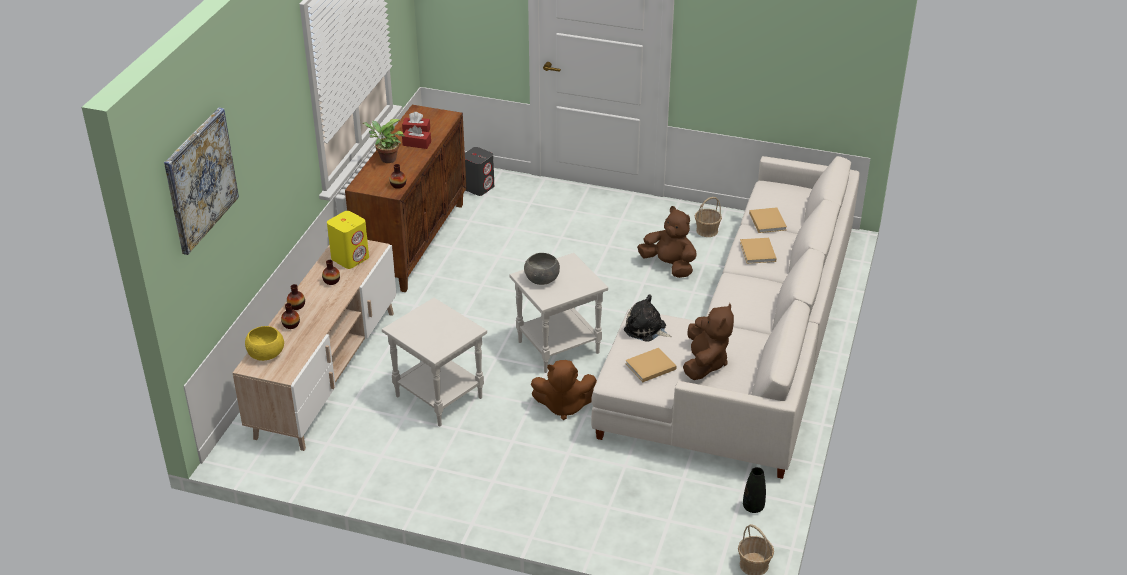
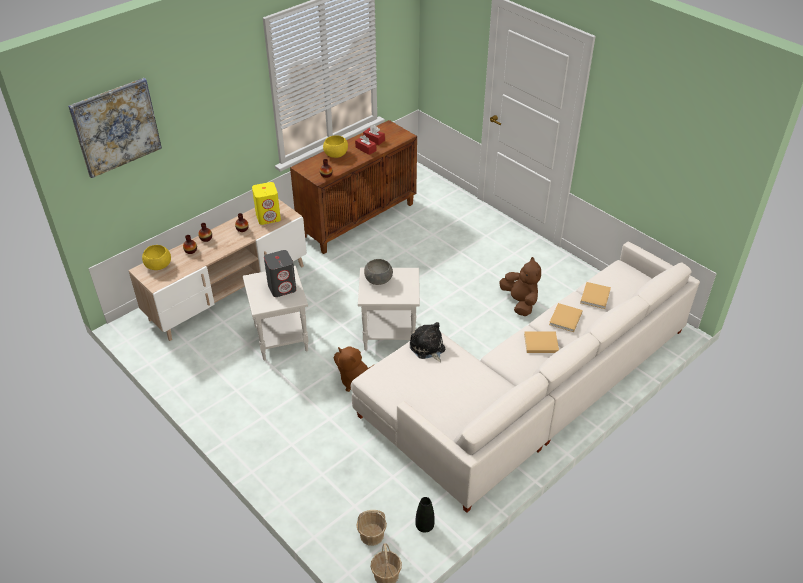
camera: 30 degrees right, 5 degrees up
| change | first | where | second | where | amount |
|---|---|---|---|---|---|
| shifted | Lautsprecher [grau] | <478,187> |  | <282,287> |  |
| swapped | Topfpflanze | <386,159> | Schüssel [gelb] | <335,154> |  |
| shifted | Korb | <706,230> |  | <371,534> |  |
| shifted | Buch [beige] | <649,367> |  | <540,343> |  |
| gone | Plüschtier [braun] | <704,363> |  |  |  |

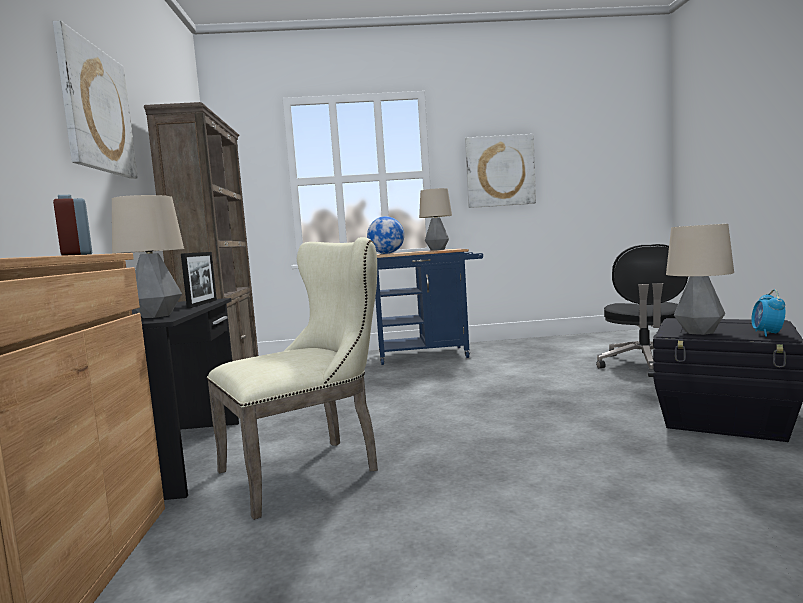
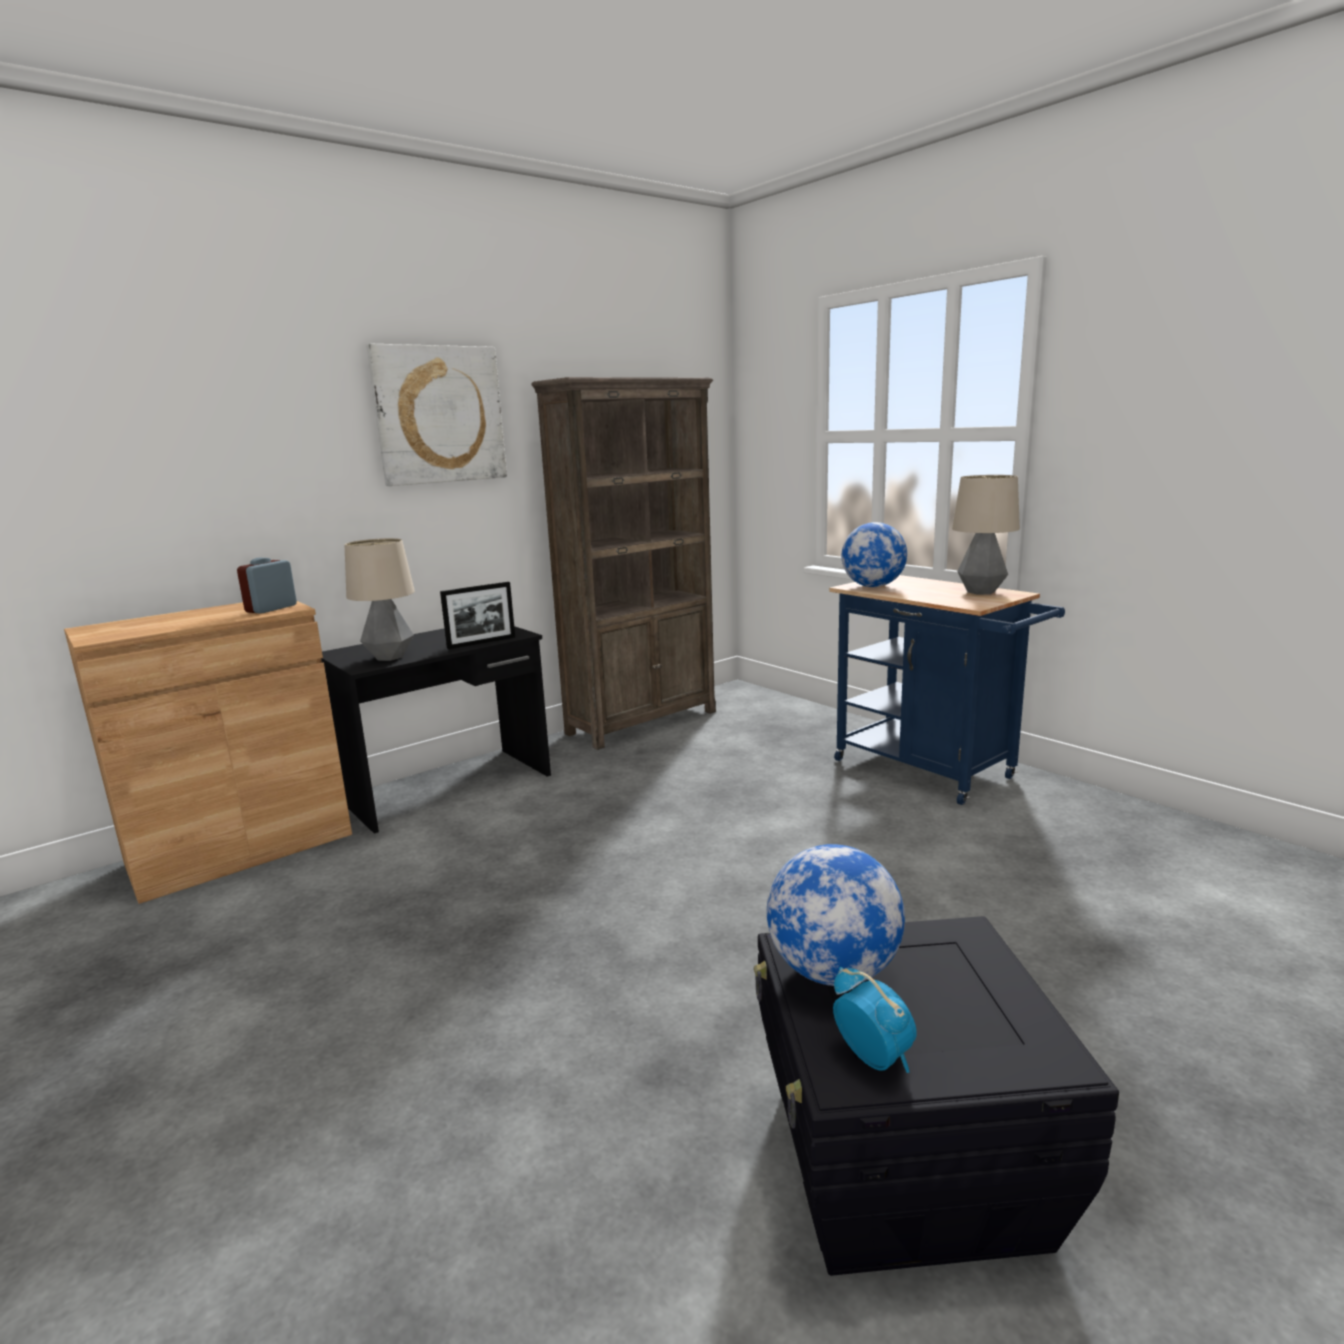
camera: 55 degrees right, 10 degrees up
| change | first | where | second | where | amount |
|---|---|---|---|---|---|
| swapped | Tischlampe | <698,332> | Globus | <833,971> |  |
| rotated | Wecker | <767,334> |  | <873,1057> | 75 degrees clockwise |
| gone | Stuhl [beige] | <309,469> |  |  |  |
| gone | Bild | <500,171> |  |  |  |
| gone | Bürostuhl [schwarz] | <645,365> |  |  |  |

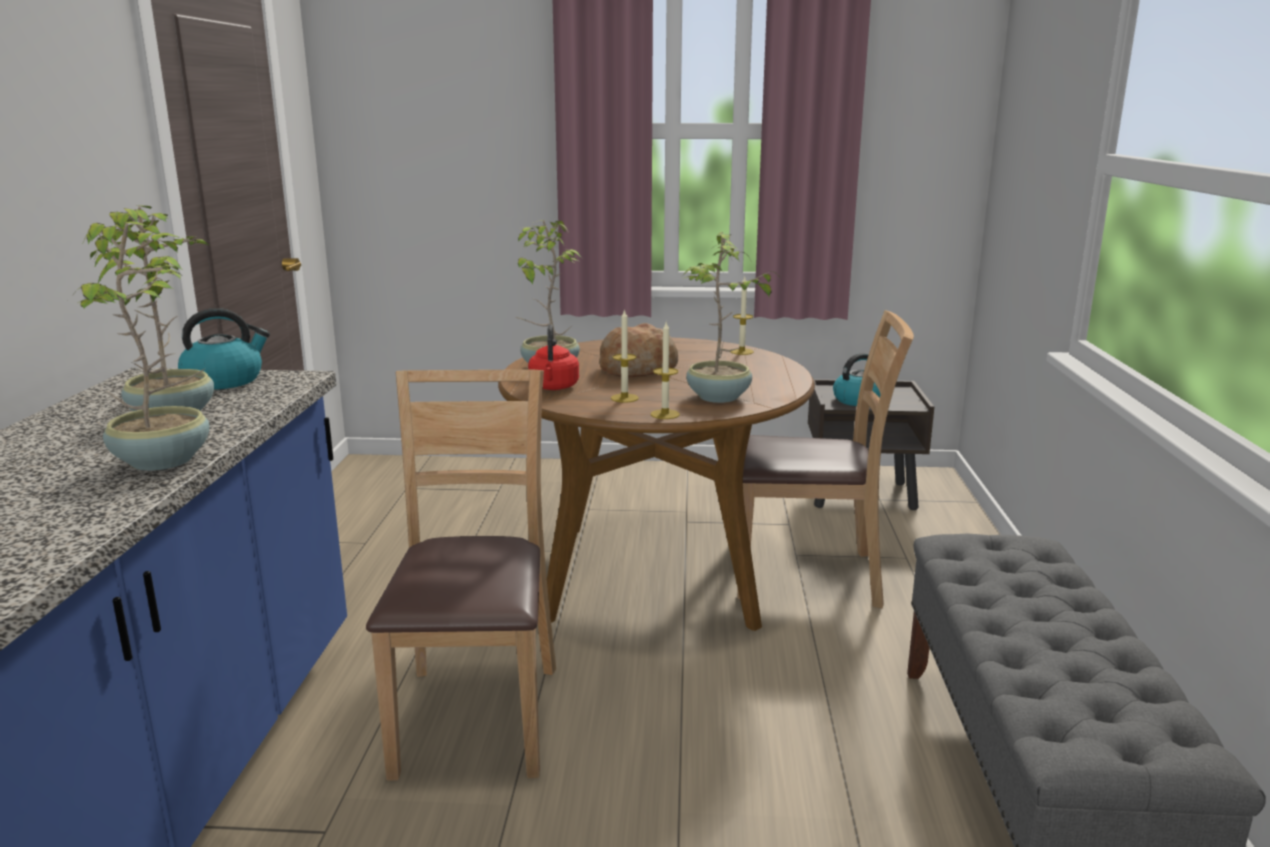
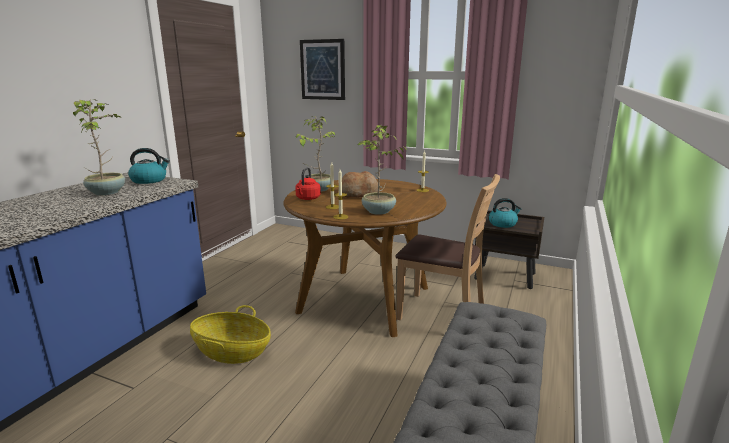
camera: 20 degrees right, 0 degrees up
| change | first | where | second | where | amount |
|---|---|---|---|---|---|
| swapped | Stuhl [braun] | <476,717> | Korb | <232,351> |  |
| new |  |  | Bild | <323,70> |  |
| gone | Topfpflanze | <165,460> |  |  |  |

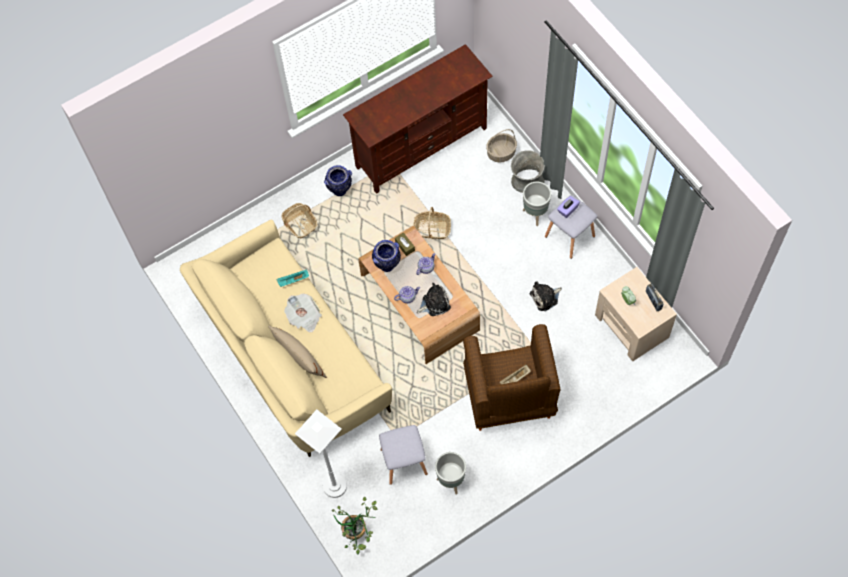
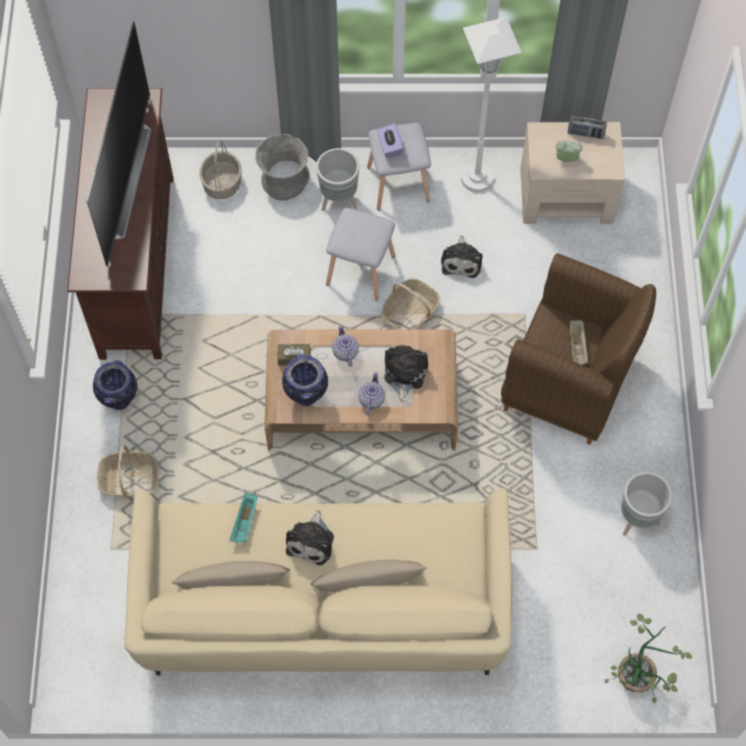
camera: 60 degrees left, 0 degrees up
| change | first | where | second | where | amount |
|---|---|---|---|---|---|
| new |  |  | Fernseher | <121,180> |  |
| new |  |  | Kissen [beige] | <233,584> |  |
| swapped | Zeitung | <304,317> | Plüschtier | <311,541> |  |
| shifted | Hocker [grau] | <404,461> |  | <360,269> |  |
| shifted | Korb | <432,229> |  | <410,312> |  |
| shifted | Stehlampe [weiß] | <334,486> |  | <476,178> |  |

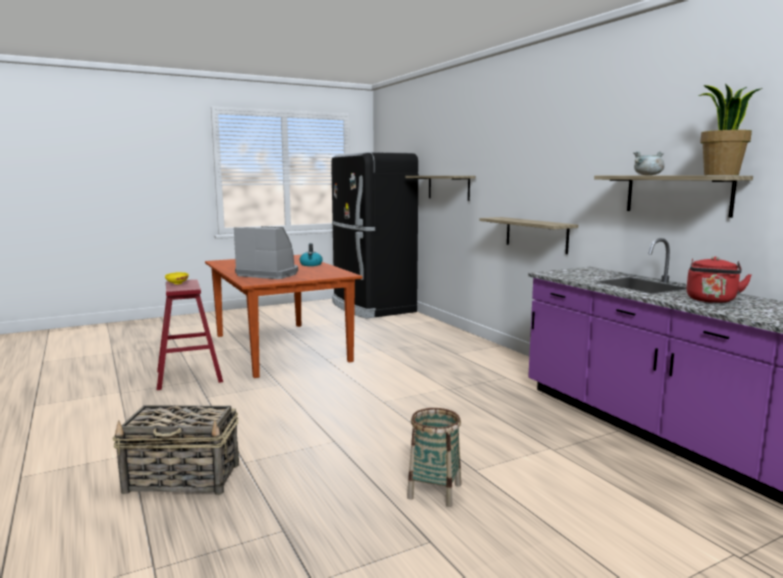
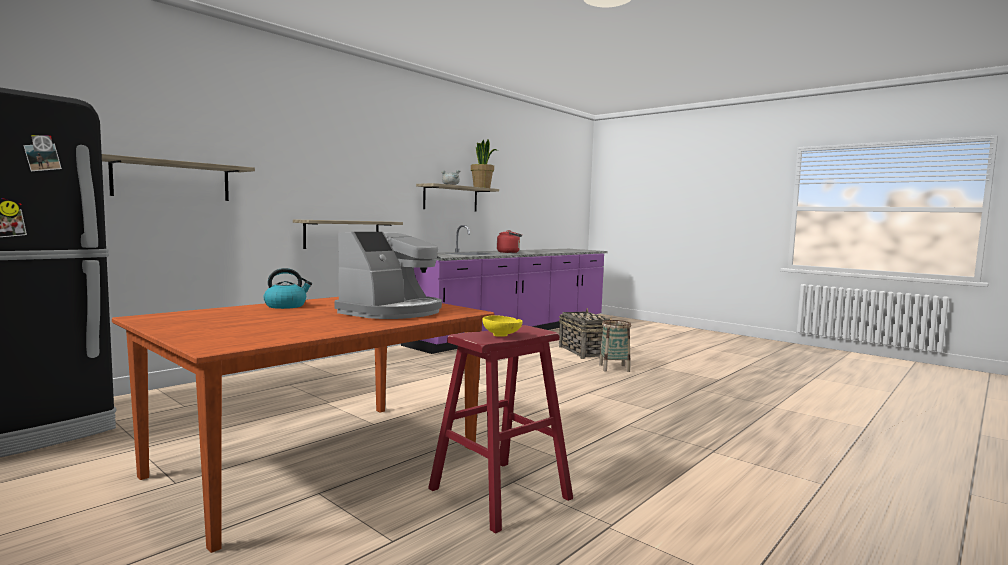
camera: 110 degrees left, 5 degrees down
| change | first | where | second | where | amount |
|---|---|---|---|---|---|
| rotated | Kaffeemaschine | <269,274> |  | <392,311> | 150 degrees counterclockwise |
| shifted | Korb | <183,478> |  | <584,351> |  |

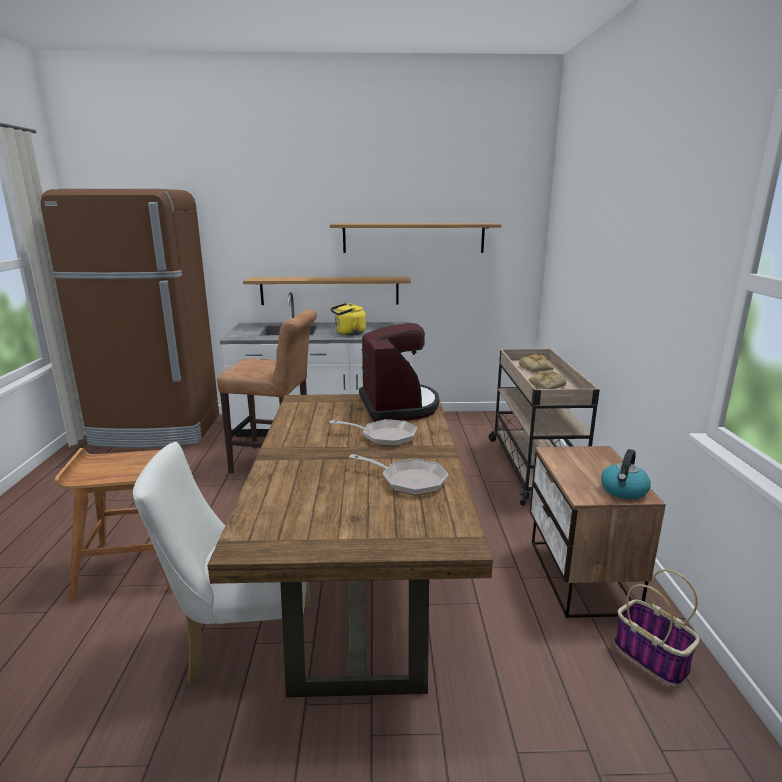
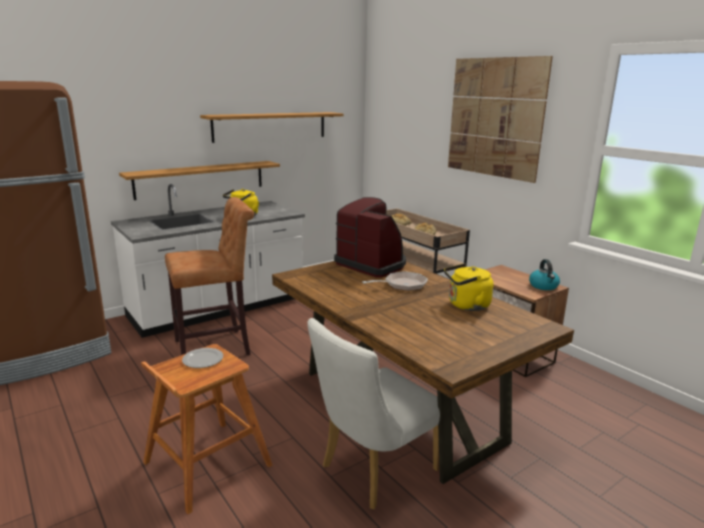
camera: 35 degrees left, 0 degrees up
| change | first | where | second | where | amount |
|---|---|---|---|---|---|
| new |  |  | Teller | <202,360> |  |
| swapped | Pfanne | <409,480> | Wasserkessel [gelb] | <466,305> |  |
| new |  |  | Bild | <495,118> |  |
| gone | Korb | <652,658> |  |  |  |

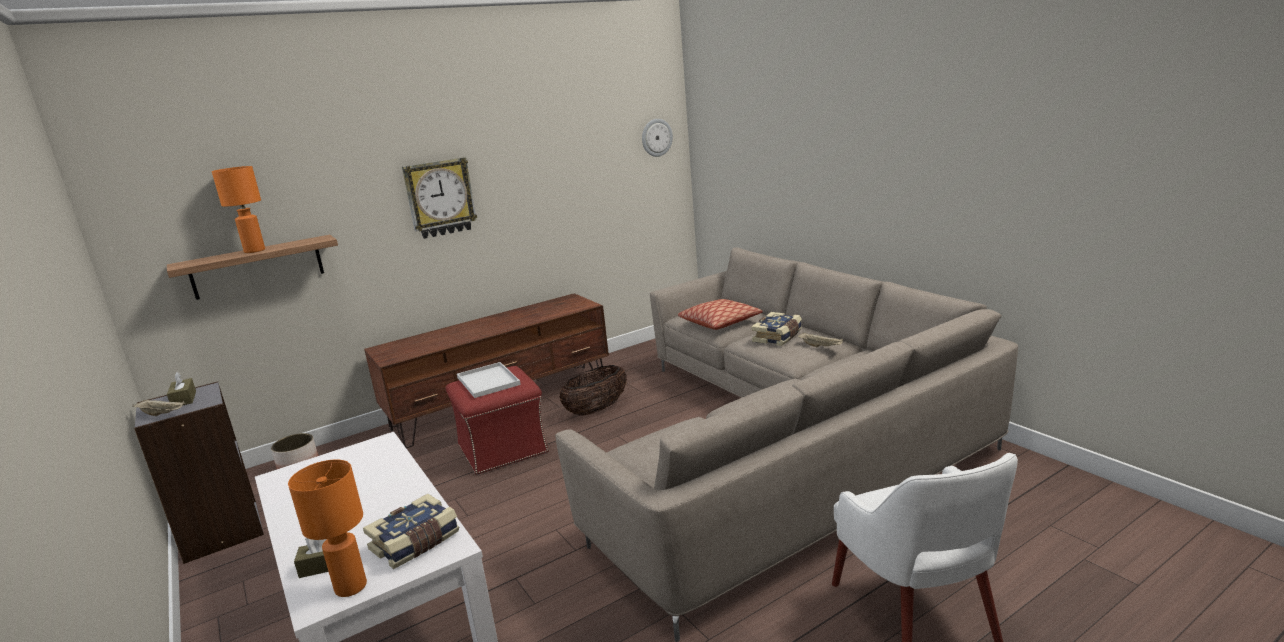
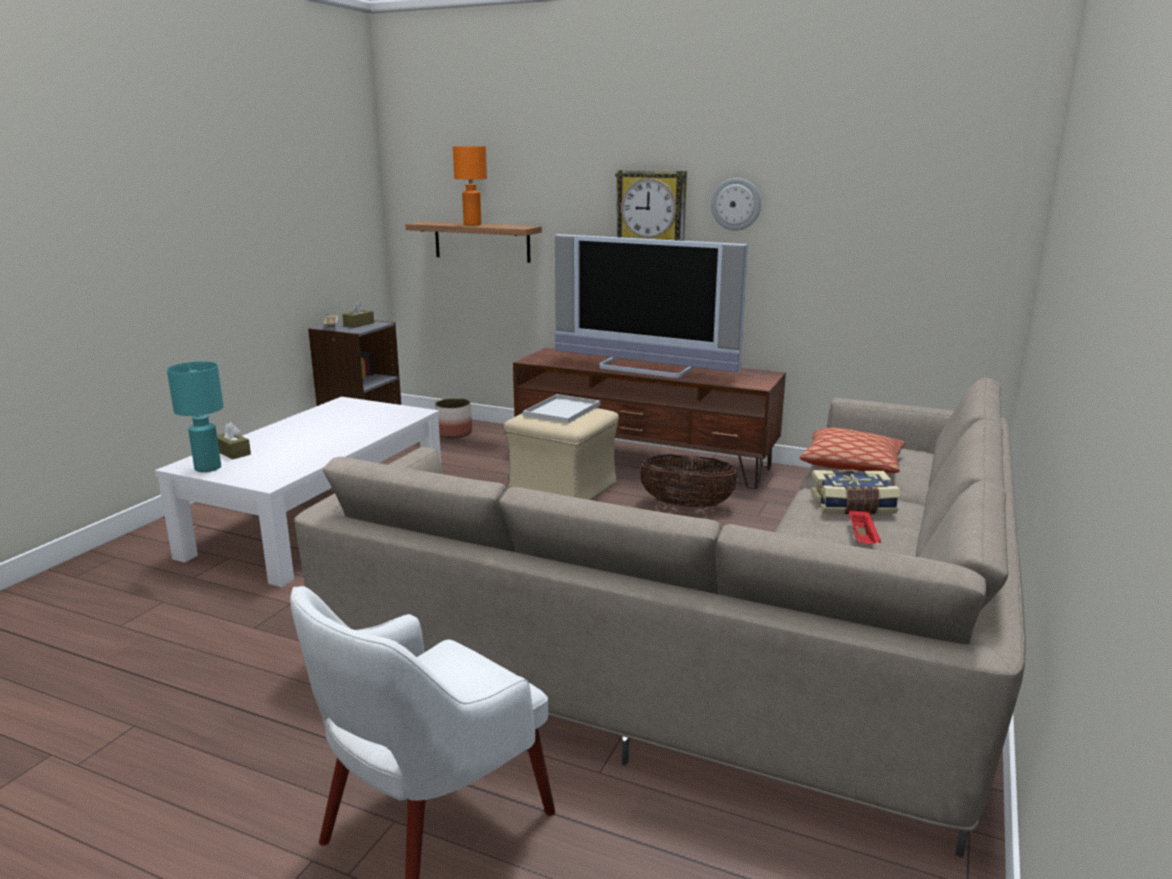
camera: 55 degrees right, 0 degrees up
| change | first | where | second | where | amount |
|---|---|---|---|---|---|
| repainted | Tischlampe [orange] | <350,587> | Tischlampe [türkis] | <208,468> |  |
| repainted | Polsterhocker [rot] | <503,448> | Polsterhocker [beige] | <563,489> |  |
| new |  |  | Fernseher | <645,369> |  |
| shifted | Wanduhr | <656,137> |  | <736,204> |  |
| repainted | Tablett [beige] | <821,346> | Tablett [rot] | <862,539> |  |
| gone | Buch | <416,543> |  |  |  |

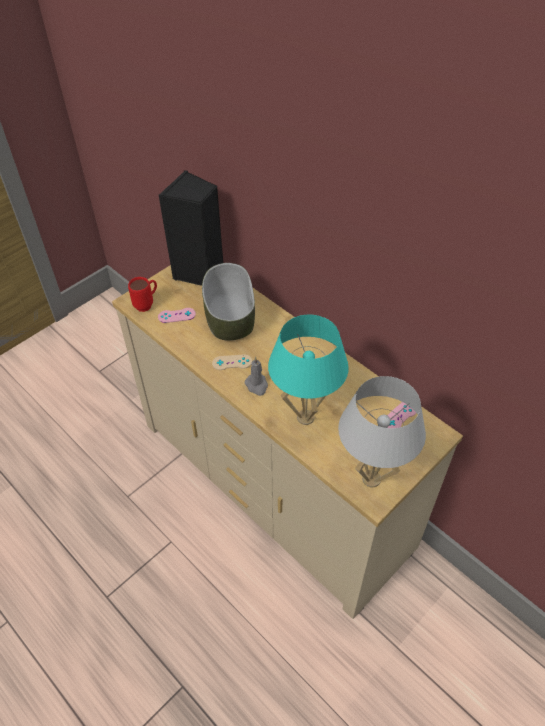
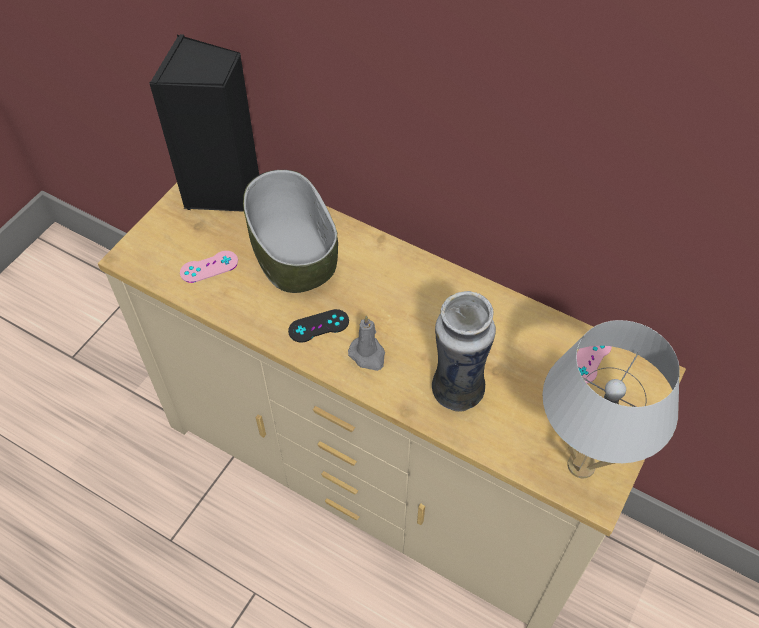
camera: 15 degrees left, 5 degrees up
| change | first | where | second | where | amount |
|---|---|---|---|---|---|
| repainted | Gamepad [beige] | <232,362> | Gamepad [schwarz] | <318,326> |  |
| swapped | Tischlampe [türkis] | <305,418> | Vase | <456,391> |  |
| gone | Henkelbecher [rot] | <147,304> |  |  |  |

